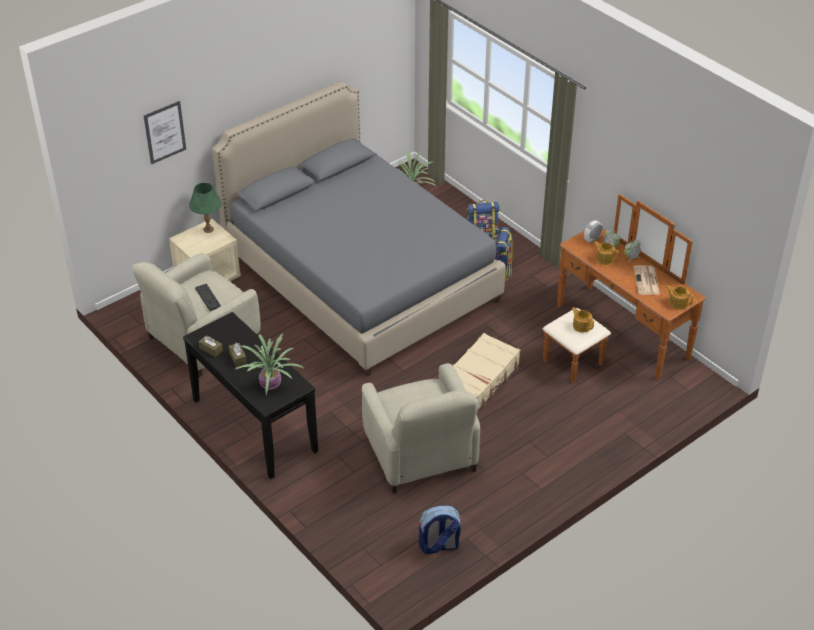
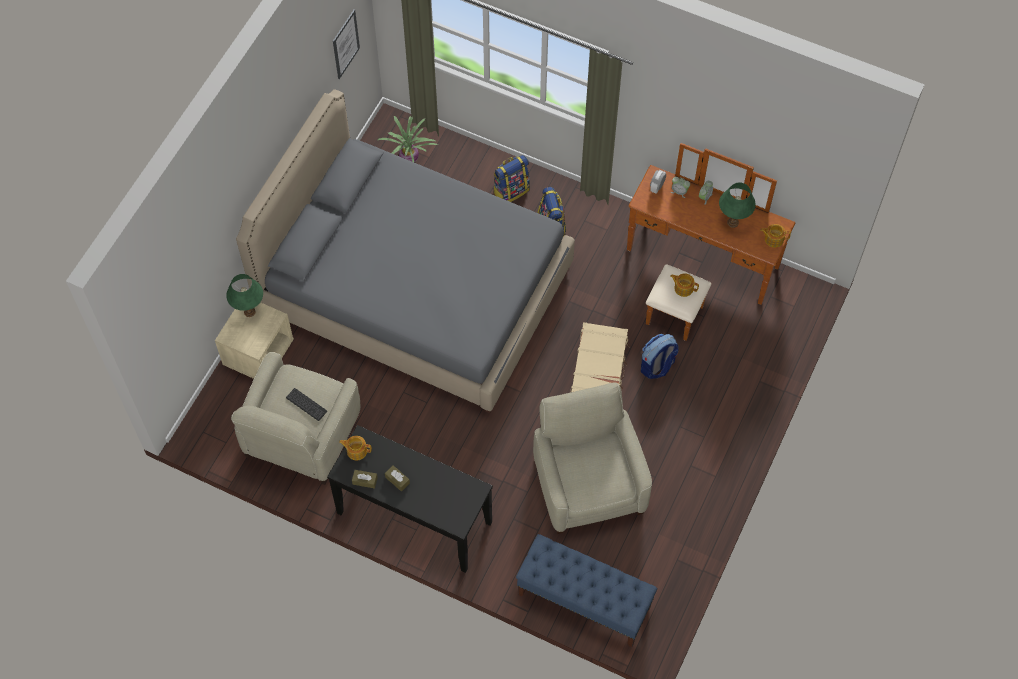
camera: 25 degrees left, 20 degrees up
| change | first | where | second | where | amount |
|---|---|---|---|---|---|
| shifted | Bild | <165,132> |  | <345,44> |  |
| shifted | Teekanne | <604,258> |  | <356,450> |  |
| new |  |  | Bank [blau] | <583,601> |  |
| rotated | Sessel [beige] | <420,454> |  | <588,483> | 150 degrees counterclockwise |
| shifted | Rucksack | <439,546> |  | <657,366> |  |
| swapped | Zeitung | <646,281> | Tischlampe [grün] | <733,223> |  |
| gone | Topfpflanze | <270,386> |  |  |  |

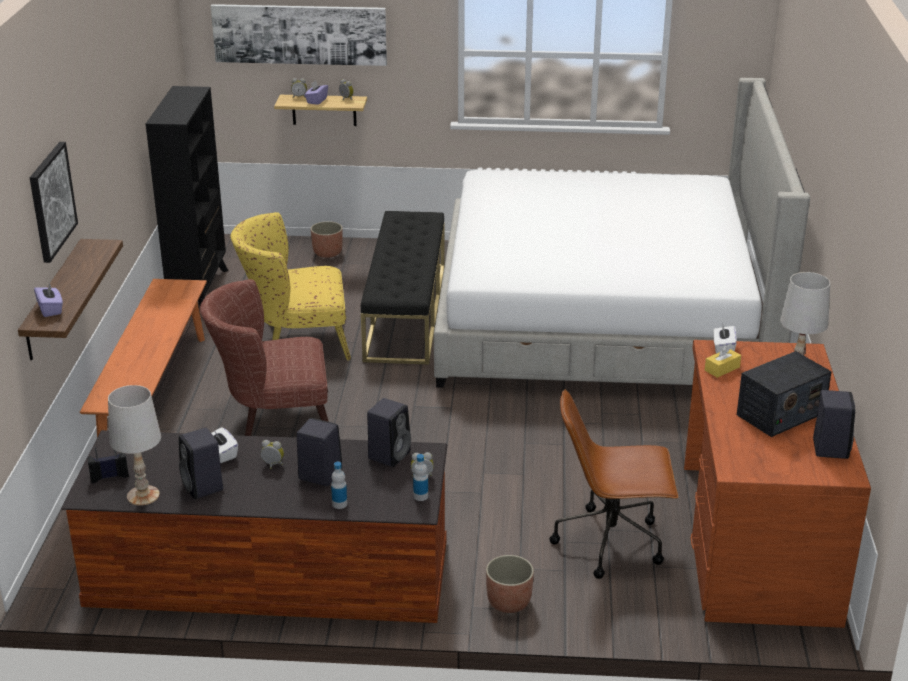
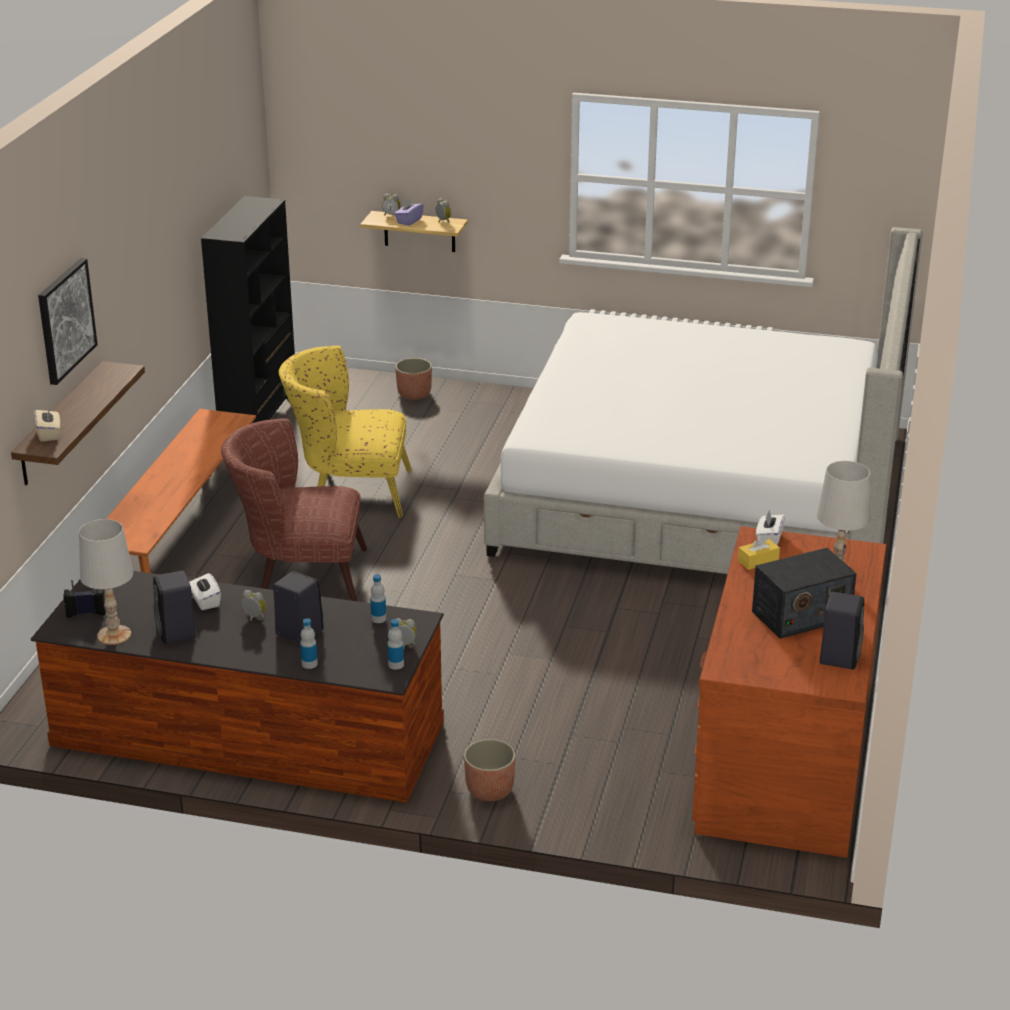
camera: 10 degrees right, 0 degrees up
| change | first | where | second | where | amount |
|---|---|---|---|---|---|
| repainted | Taschentuchbox [lila] | <50,309> | Taschentuchbox [beige] | <49,434> |  |
| swapped | Lautsprecher [schwarz] | <389,454> | Flasche | <378,619> |  |
| gone | Bild | <299,34> |  |  |  |
| gone | Bank [schwarz] | <406,311> |  |  |  |
| gone | Bürostuhl [braun] | <611,542> |  |  |  |

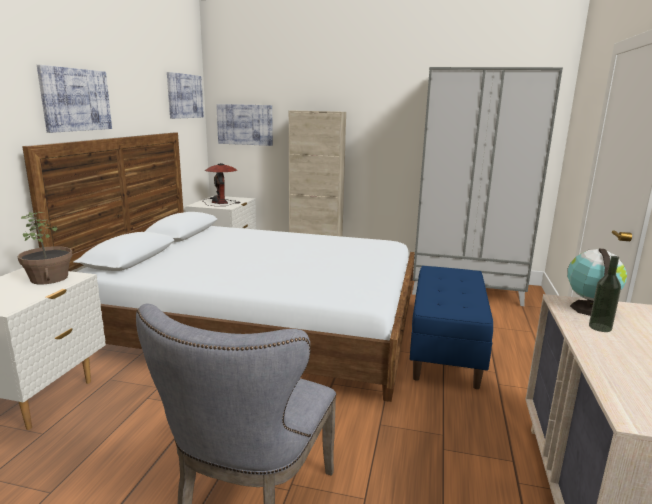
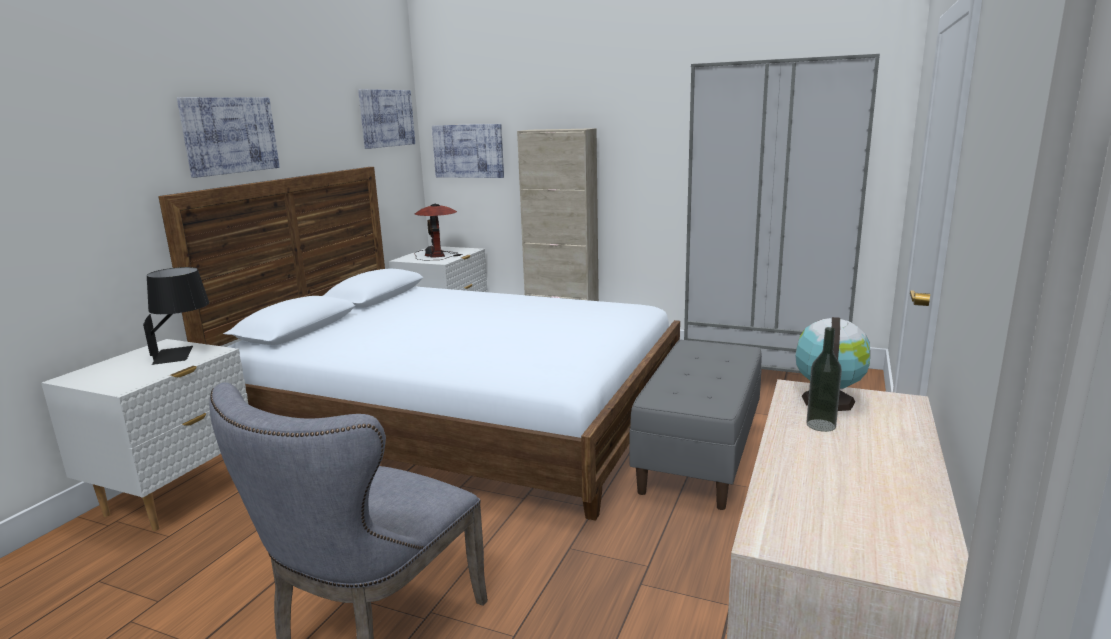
camera: 10 degrees right, 0 degrees up
| change | first | where | second | where | amount |
|---|---|---|---|---|---|
| swapped | Topfpflanze | <50,278> | Tischlampe [schwarz] | <184,353> |  |
| repainted | Bank [blau] | <444,348> | Bank [grau] | <699,454> |  |

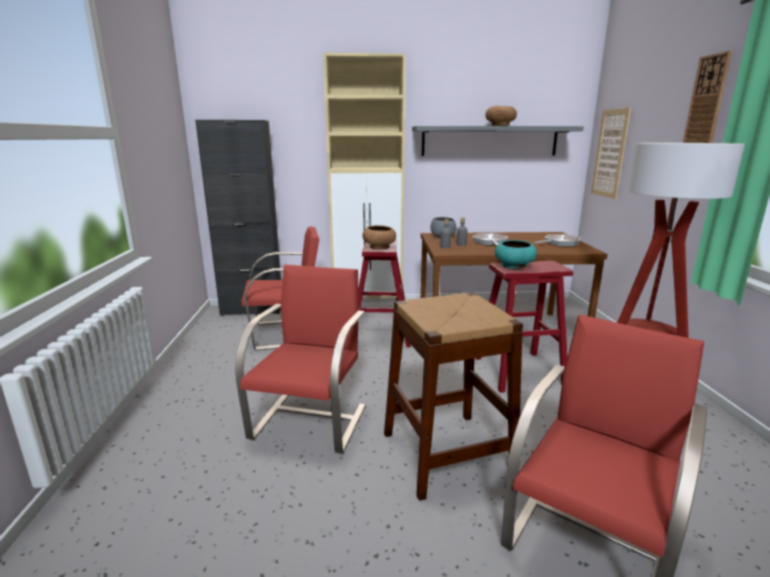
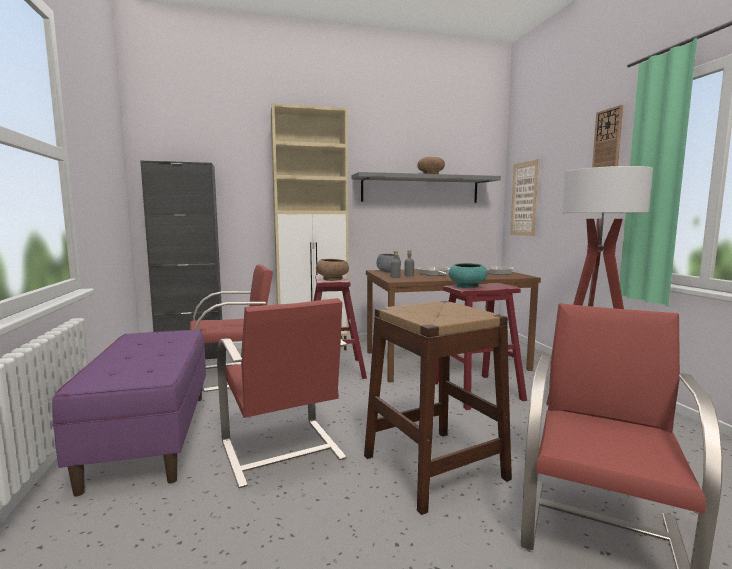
camera: 10 degrees left, 10 degrees down
| change | first | where | second | where | amount |
|---|---|---|---|---|---|
| new |  |  | Bank [lila] | <150,437> |  |
| rotated | Stuhl [rot] | <311,420> |  | <282,451> | 150 degrees clockwise |

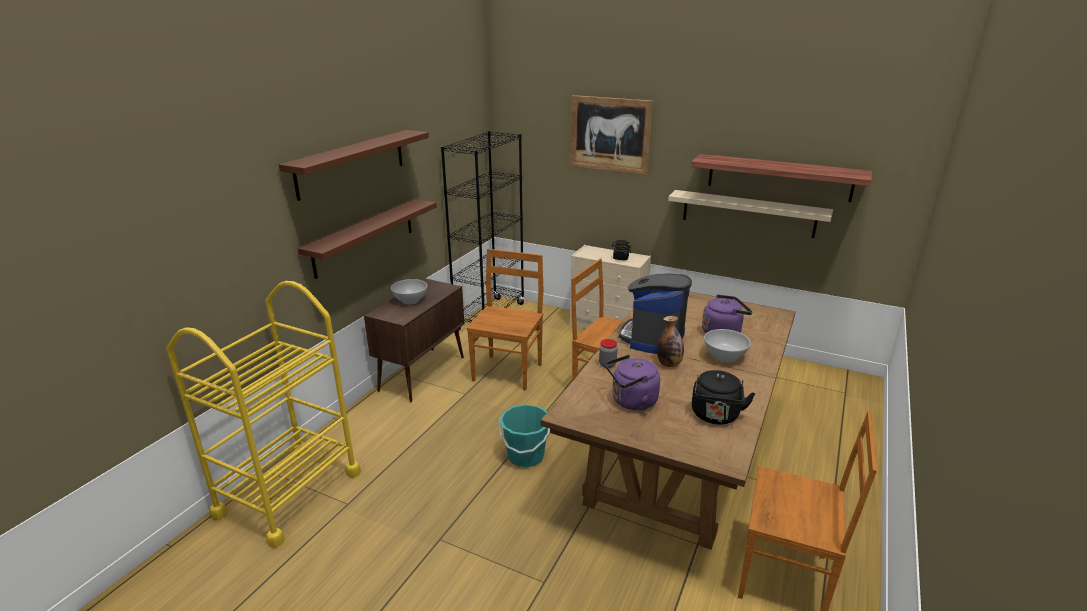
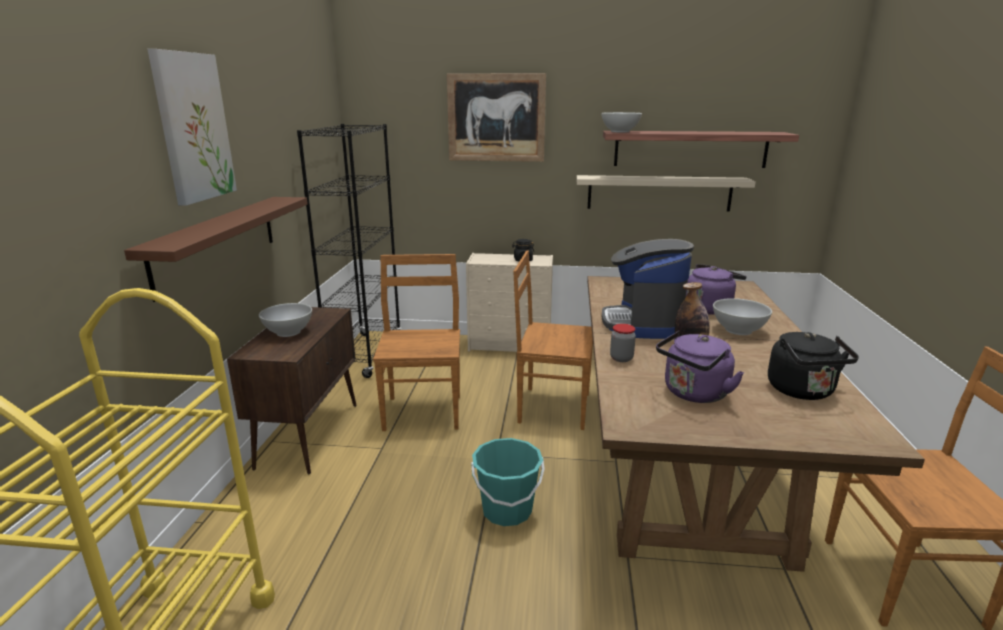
camera: 20 degrees left, 5 degrees down
| change | first | where | second | where | amount |
|---|---|---|---|---|---|
| swapped | Wandregal [braun] | <352,163> | Bild | <193,127> |  |
| new |  |  | Schüssel [weiß] | <619,131> |  |

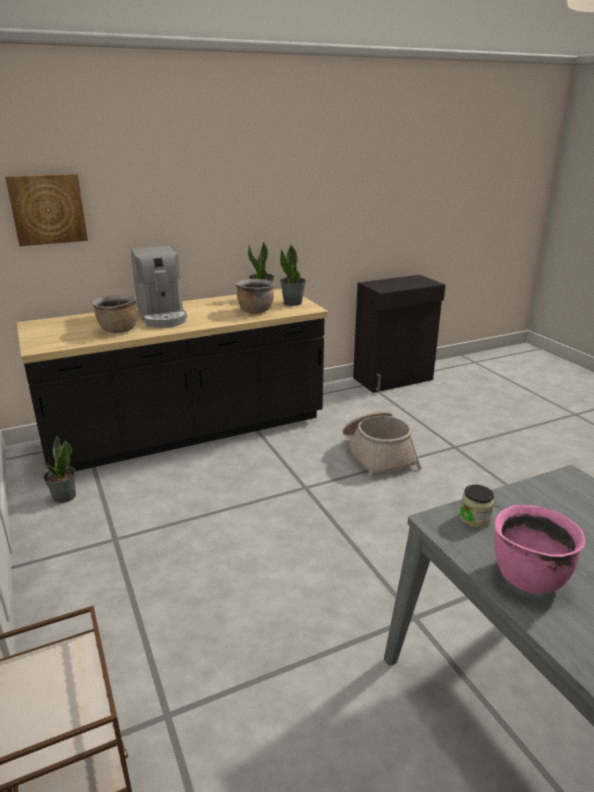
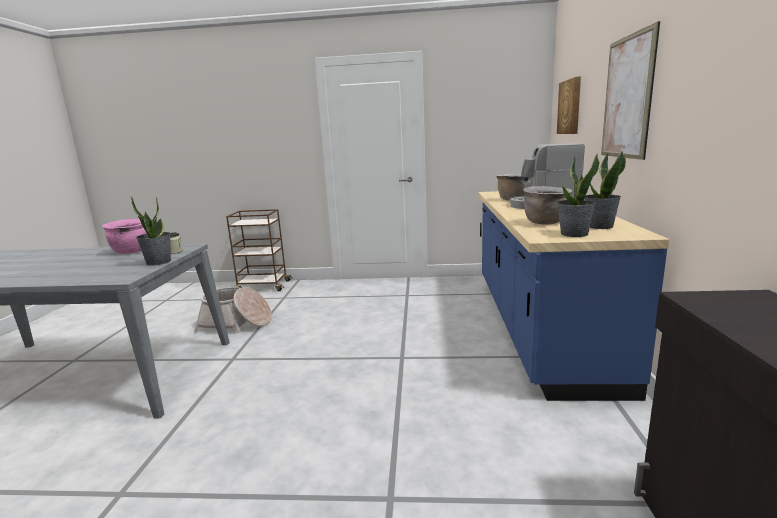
camera: 120 degrees right, 10 degrees down
| change | first | where | second | where | amount |
|---|---|---|---|---|---|
| shifted | Topfpflanze | <64,496> |  | <158,262> |  |
| shifted | Korb | <377,455> |  | <236,323> |  |
| repainted | Küchenzeile [schwarz] | <187,432> | Küchenzeile [blau] | <537,325> |  |
| new |  |  | Bild | <627,97> |  |

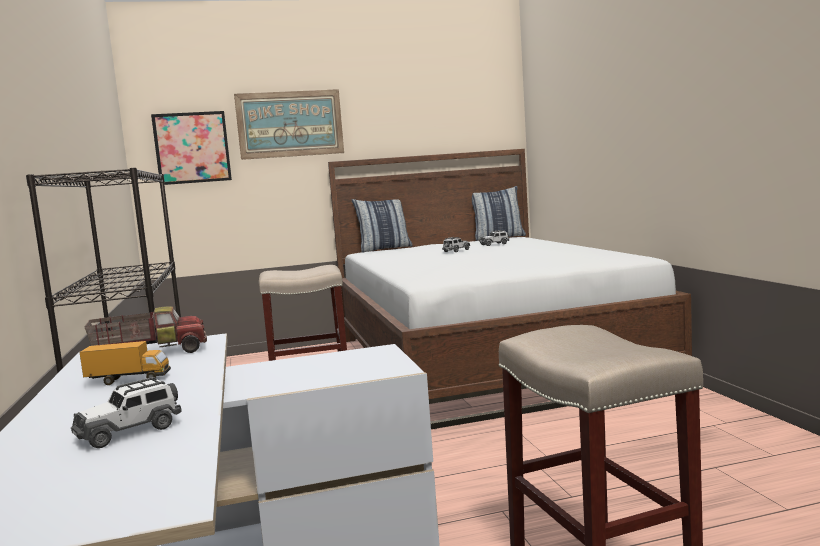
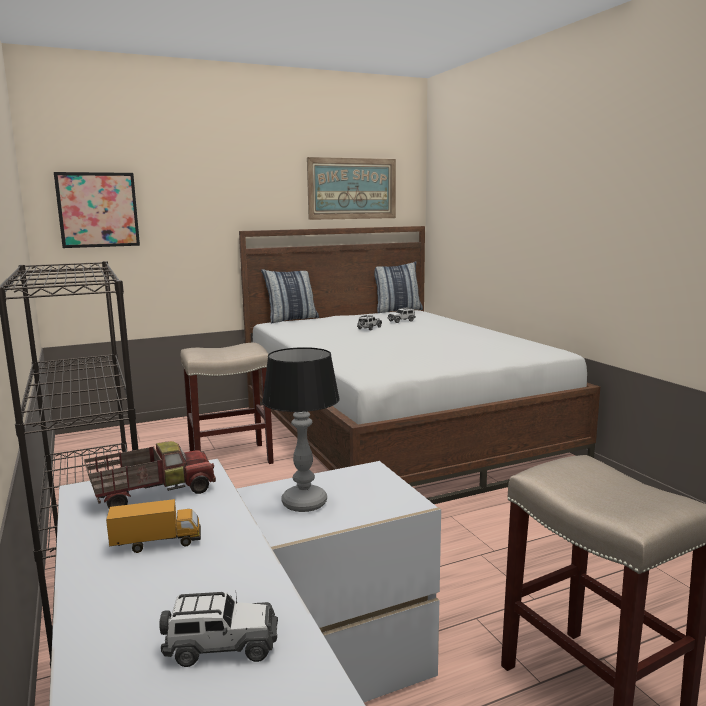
camera: 10 degrees left, 5 degrees up
| change | first | where | second | where | amount |
|---|---|---|---|---|---|
| rotated | Spielzeugauto | <129,431> |  | <221,646> | 135 degrees counterclockwise |
| new |  |  | Tischlampe | <304,502> |  |
| shifted | Bild | <290,124> |  | <352,188> |  |

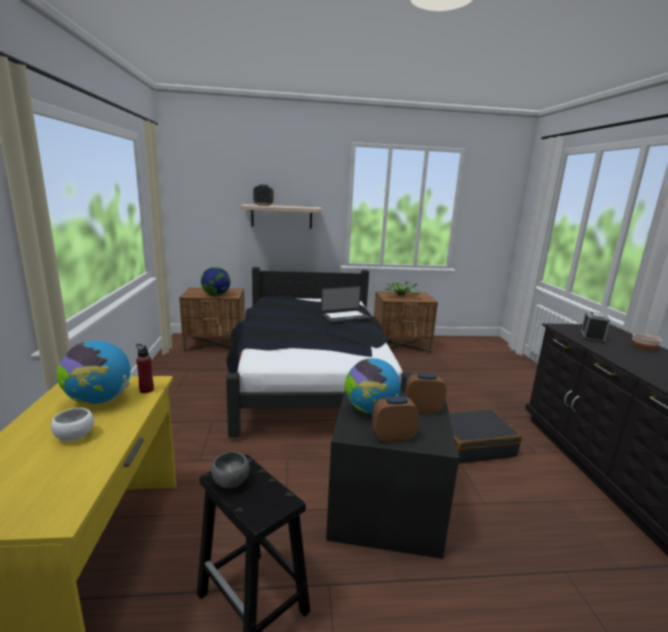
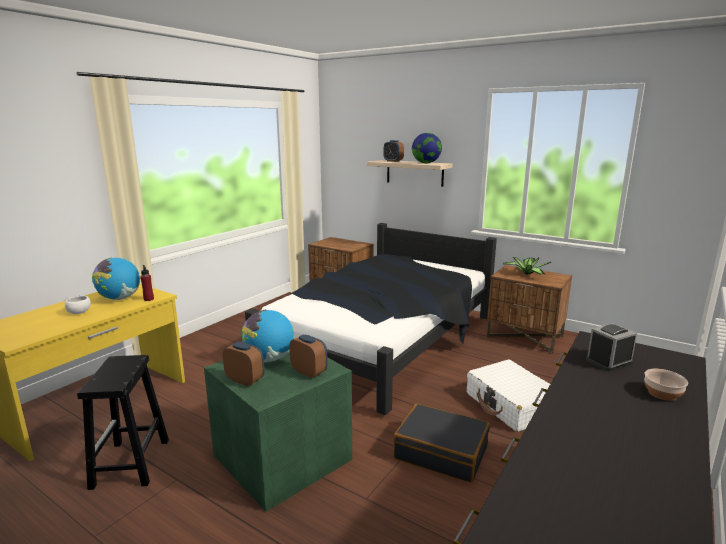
camera: 40 degrees right, 0 degrees up
| change | first | where | second | where | amount |
|---|---|---|---|---|---|
| repainted | Aufbewahrungsbox [schwarz] | <383,508> | Aufbewahrungsbox [grün] | <280,457> |  |
| shifted | Globus | <216,295> |  | <426,163> |  |
| new |  |  | Koffer [weiß] | <511,405> |  |
| gone | Schüssel [grau] | <229,482> |  |  |  |
| gone | Laptop | <345,316> |  |  |  |

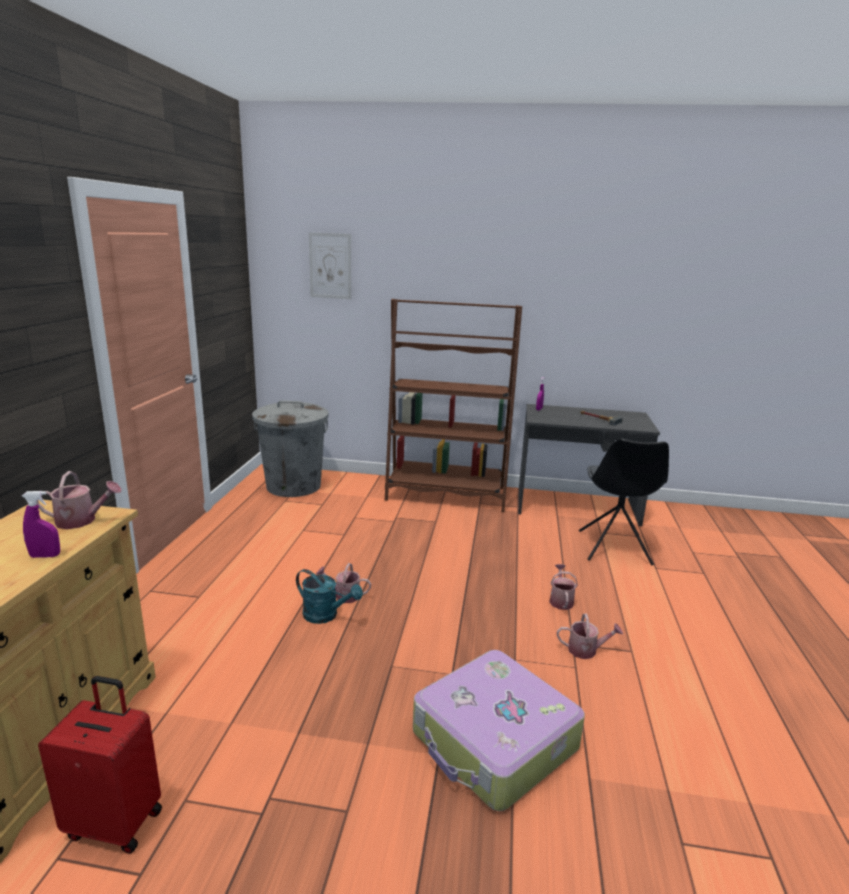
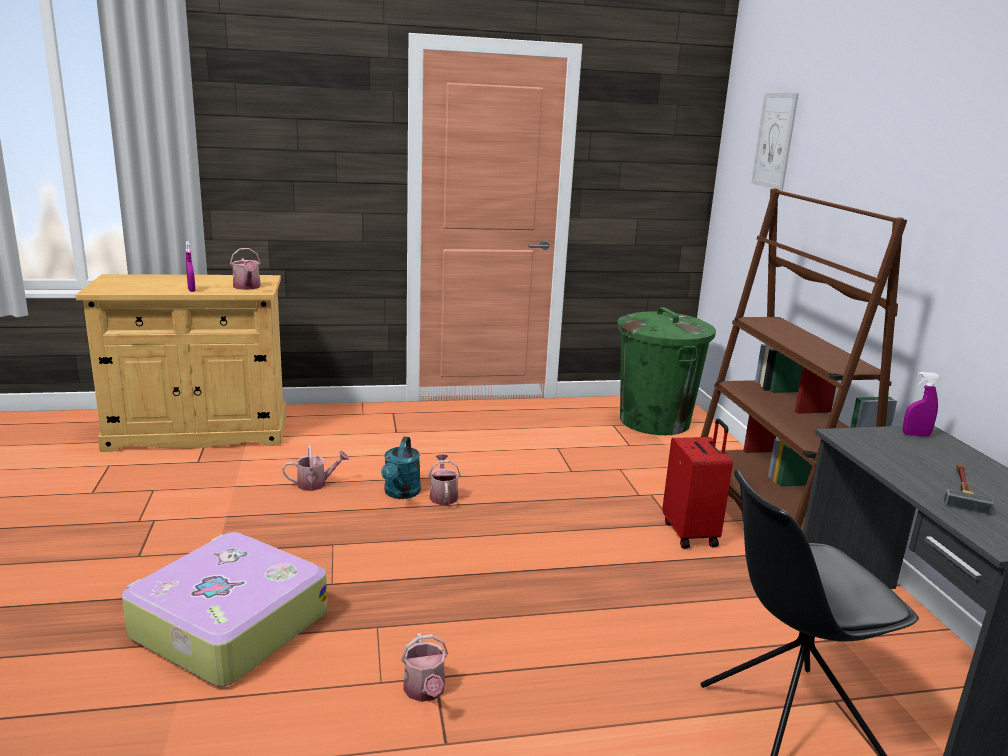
camera: 70 degrees right, 0 degrees up
| change | first | where | second | where | amount |
|---|---|---|---|---|---|
| shifted | Gießkanne | <560,600> |  | <316,483> |  |
| repainted | Mülleimer [grau] | <293,486> | Mülleimer [grün] | <654,421> |  |
| shifted | Koffer [rot] | <116,822> |  | <691,534> |  |

